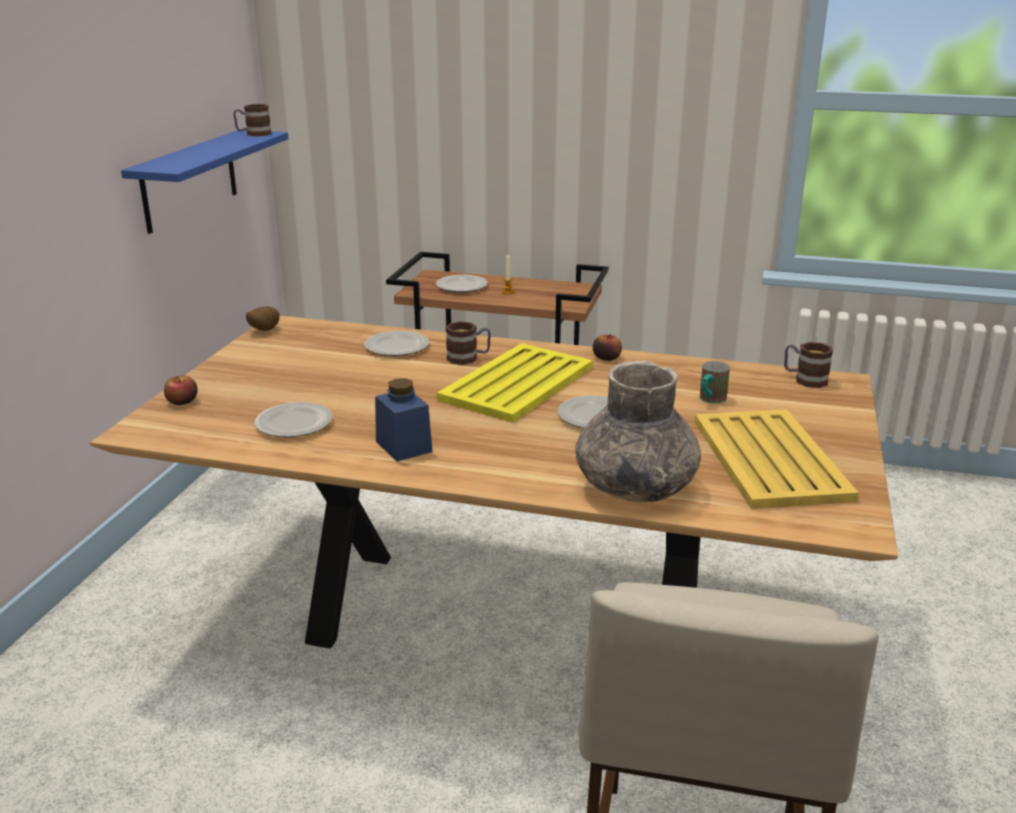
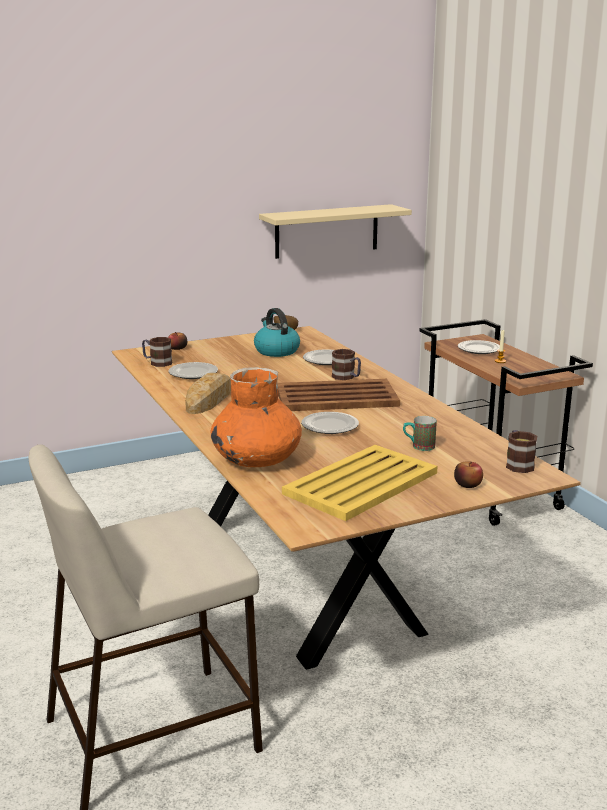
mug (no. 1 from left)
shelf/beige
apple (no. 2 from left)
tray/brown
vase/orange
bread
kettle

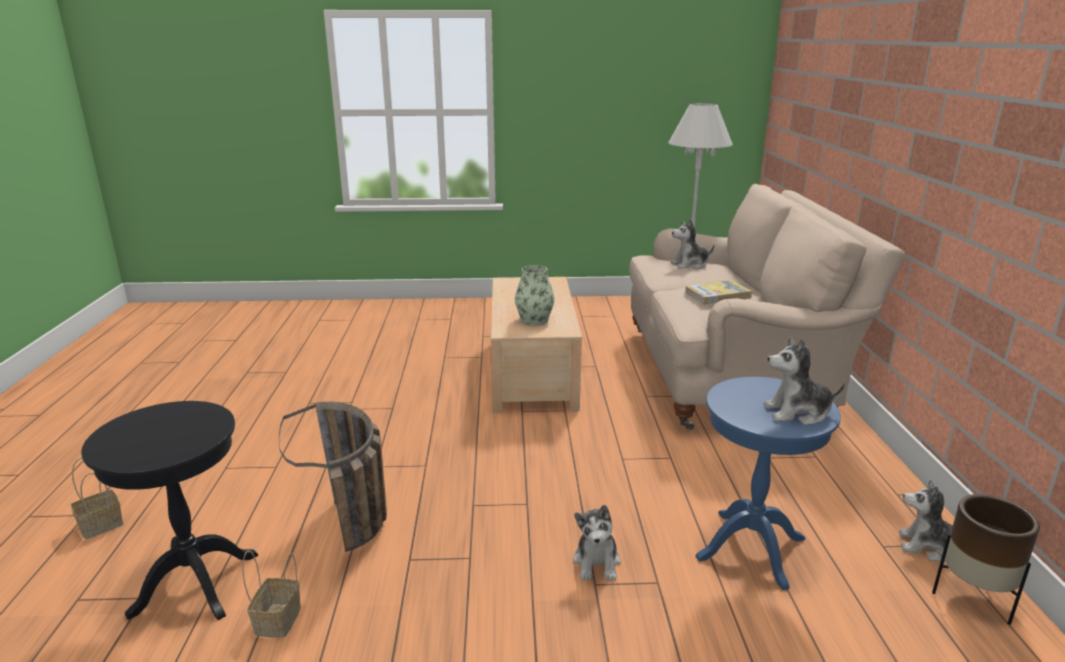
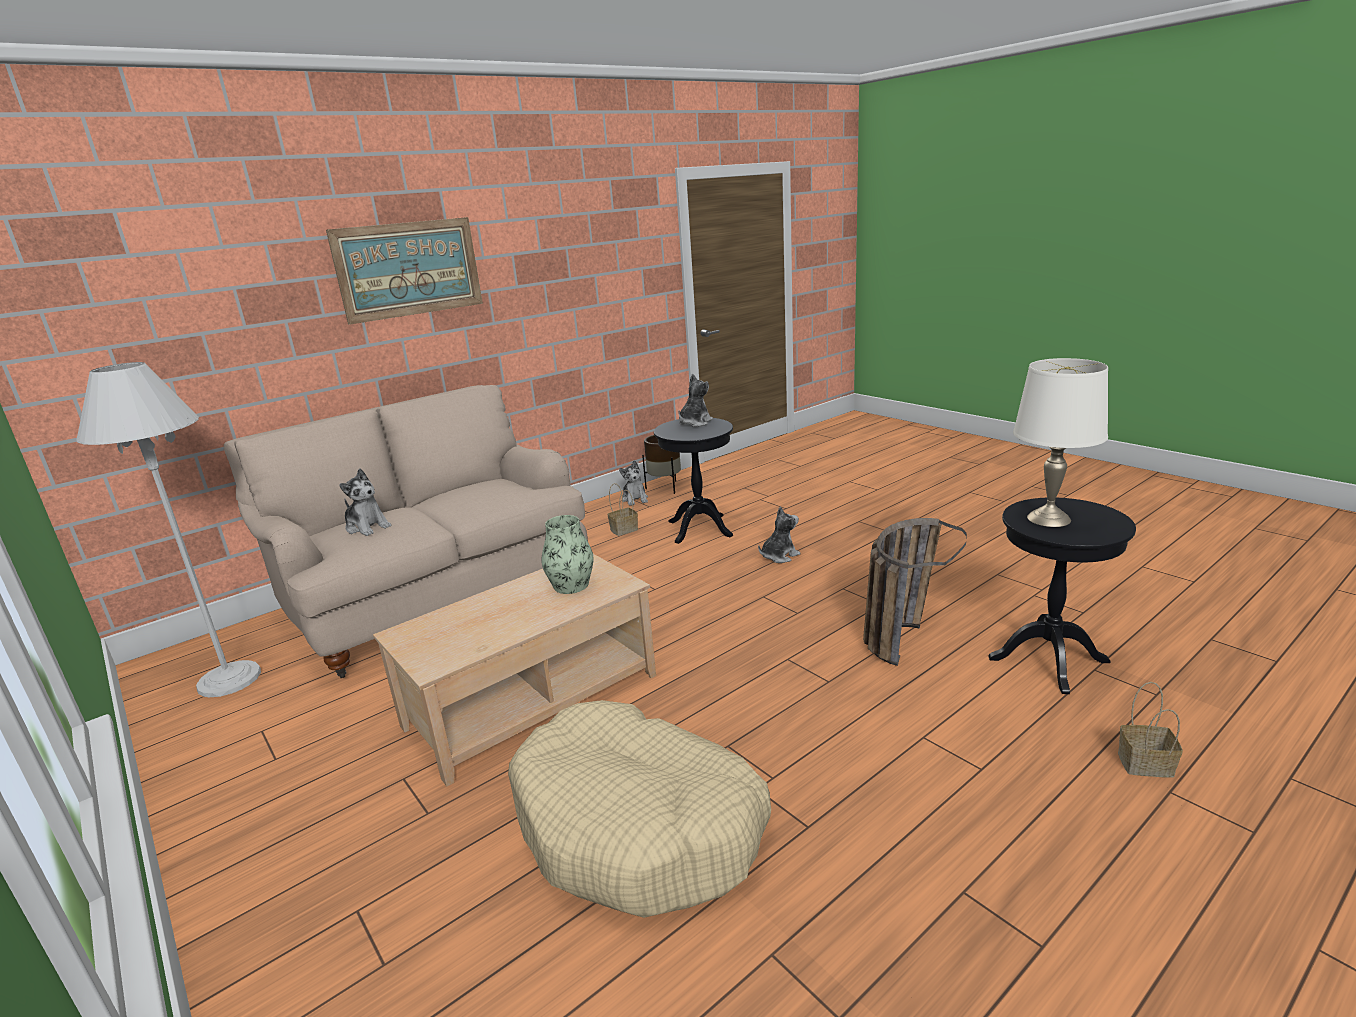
book
plush toy (no. 3 from left)
side table/black (no. 1 from left)
basket (no. 1 from left)
picture
table lamp/white
dog bed/beige

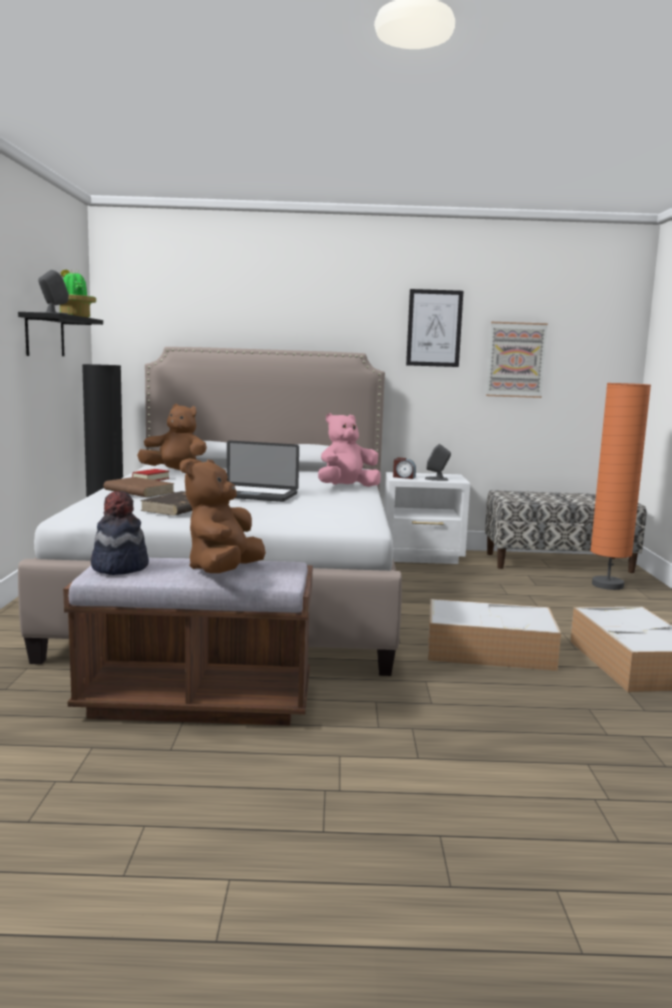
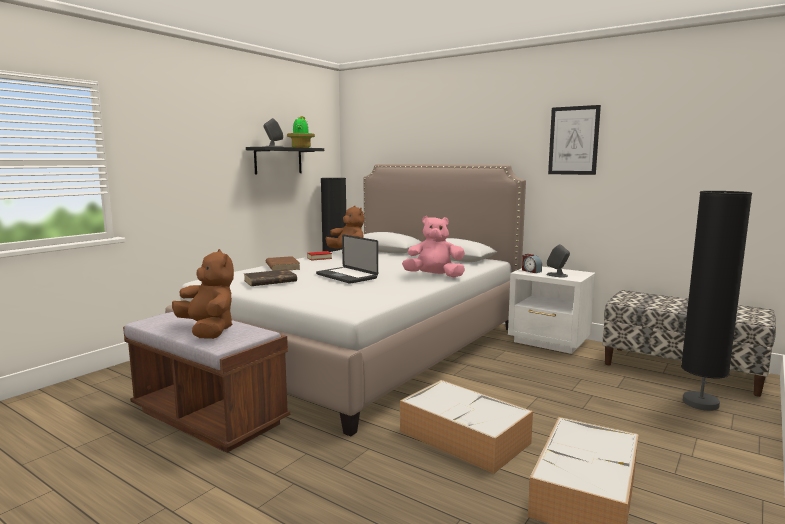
picture (no. 2 from left in the first image)
floor lamp/black (no. 2 from left)
plush toy/brown (no. 1 from left)
hat

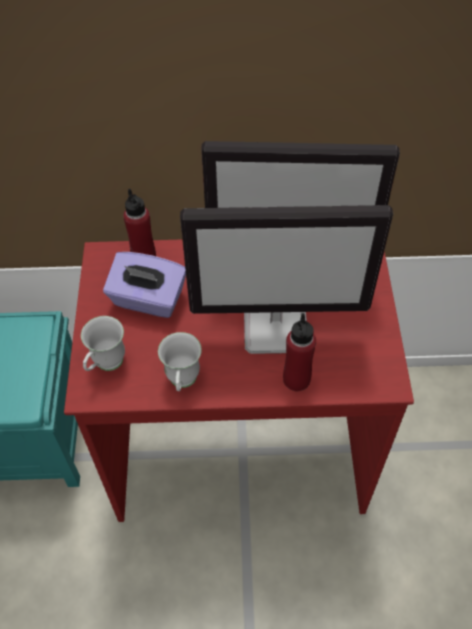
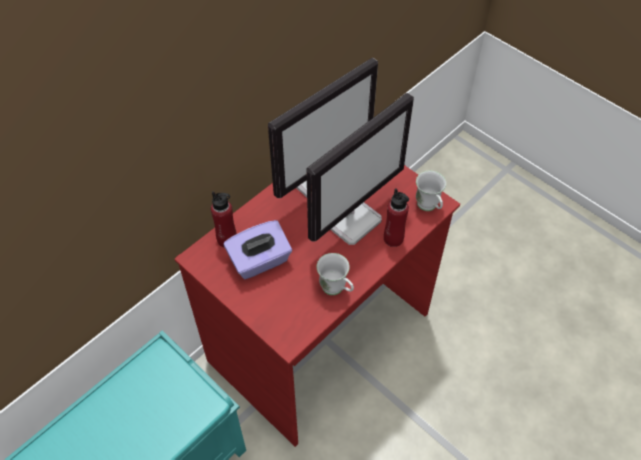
mug/white (no. 2 from left)

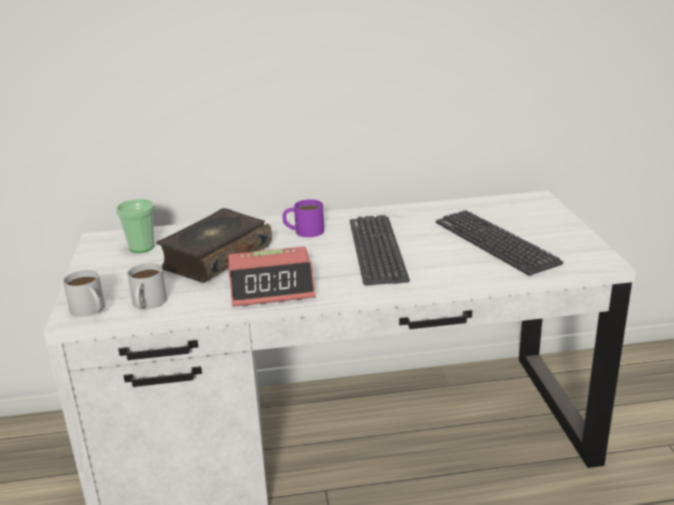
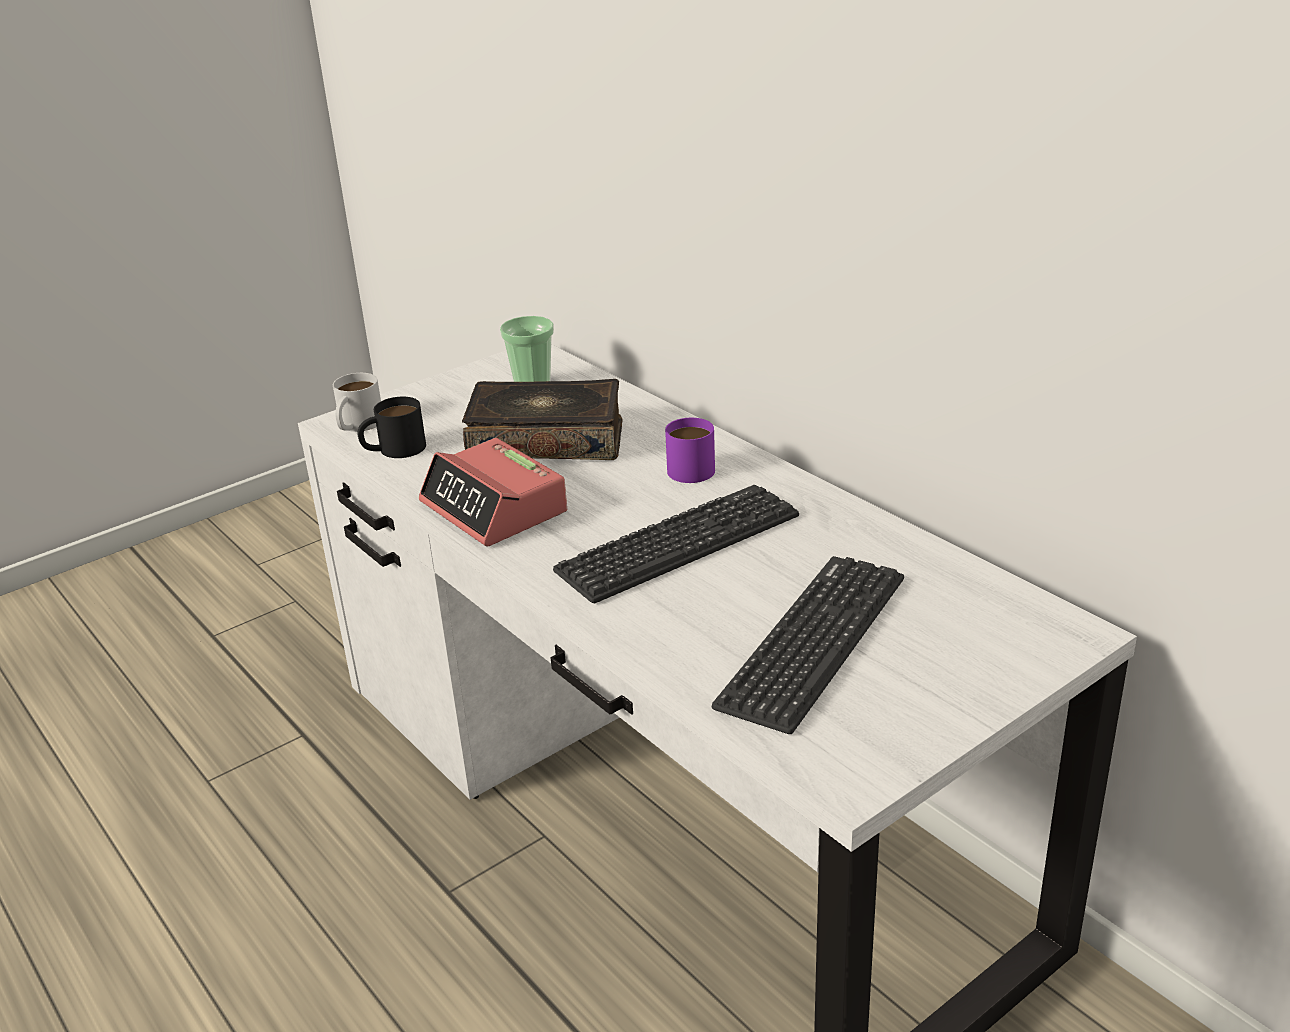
mug/black

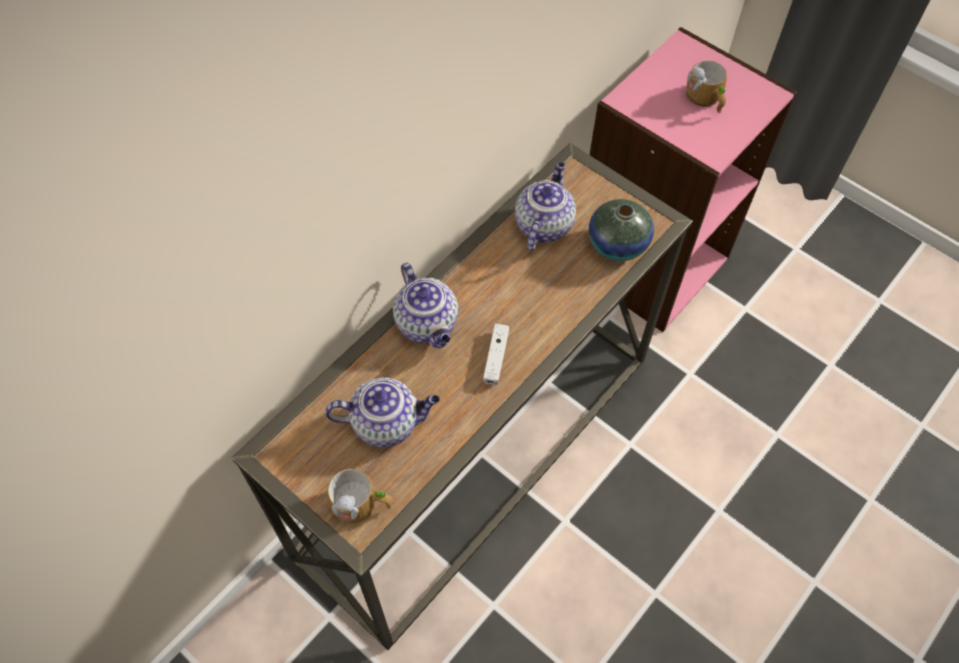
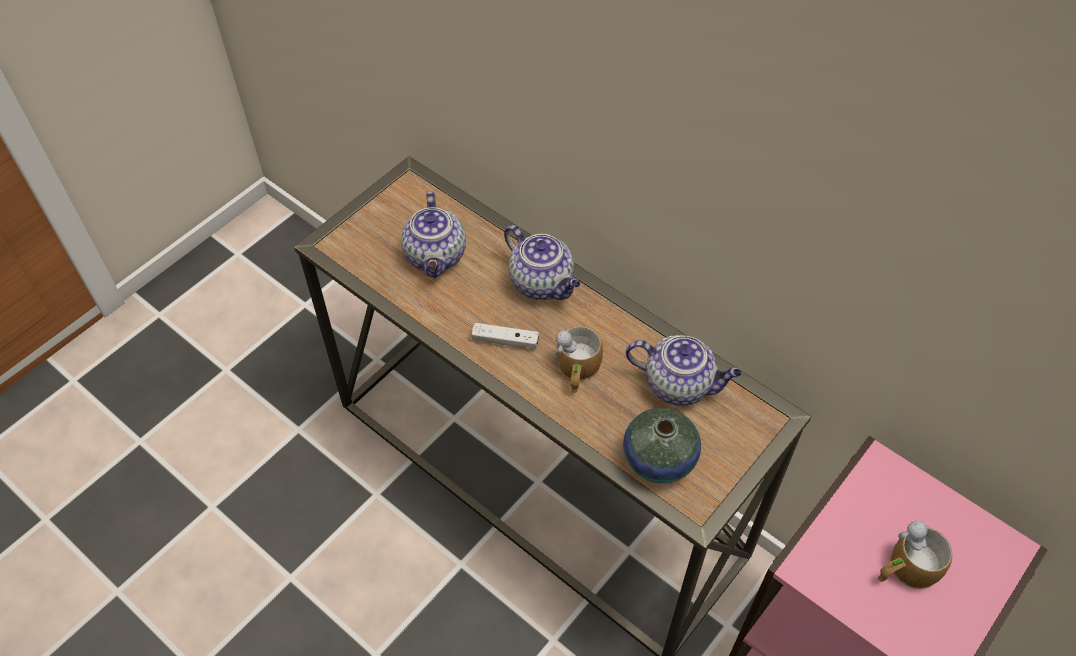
teapot (no. 2 from left)
mug (no. 1 from left)

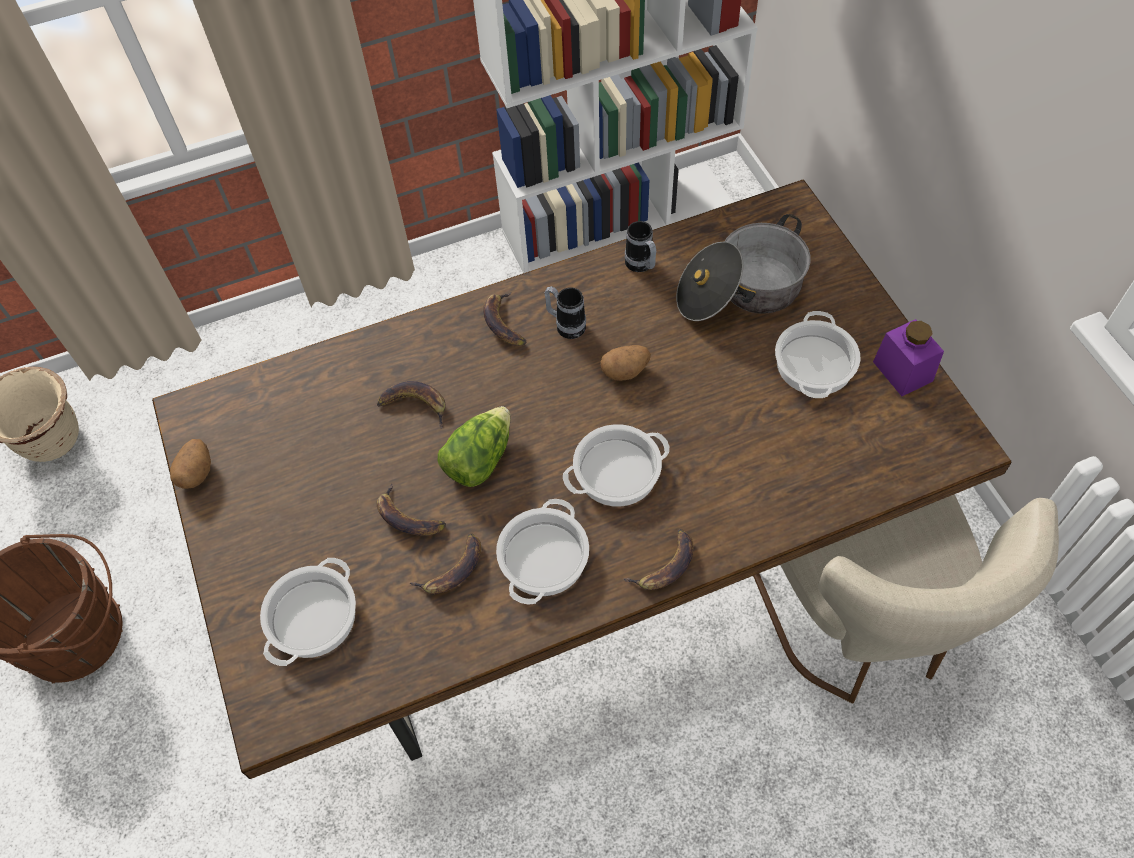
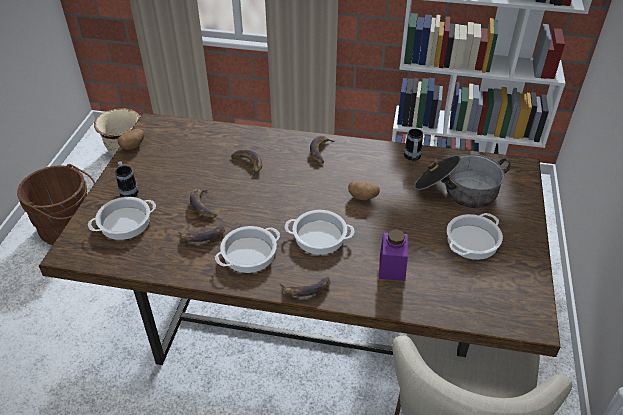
mug (no. 1 from left)
jar/purple
lettuce

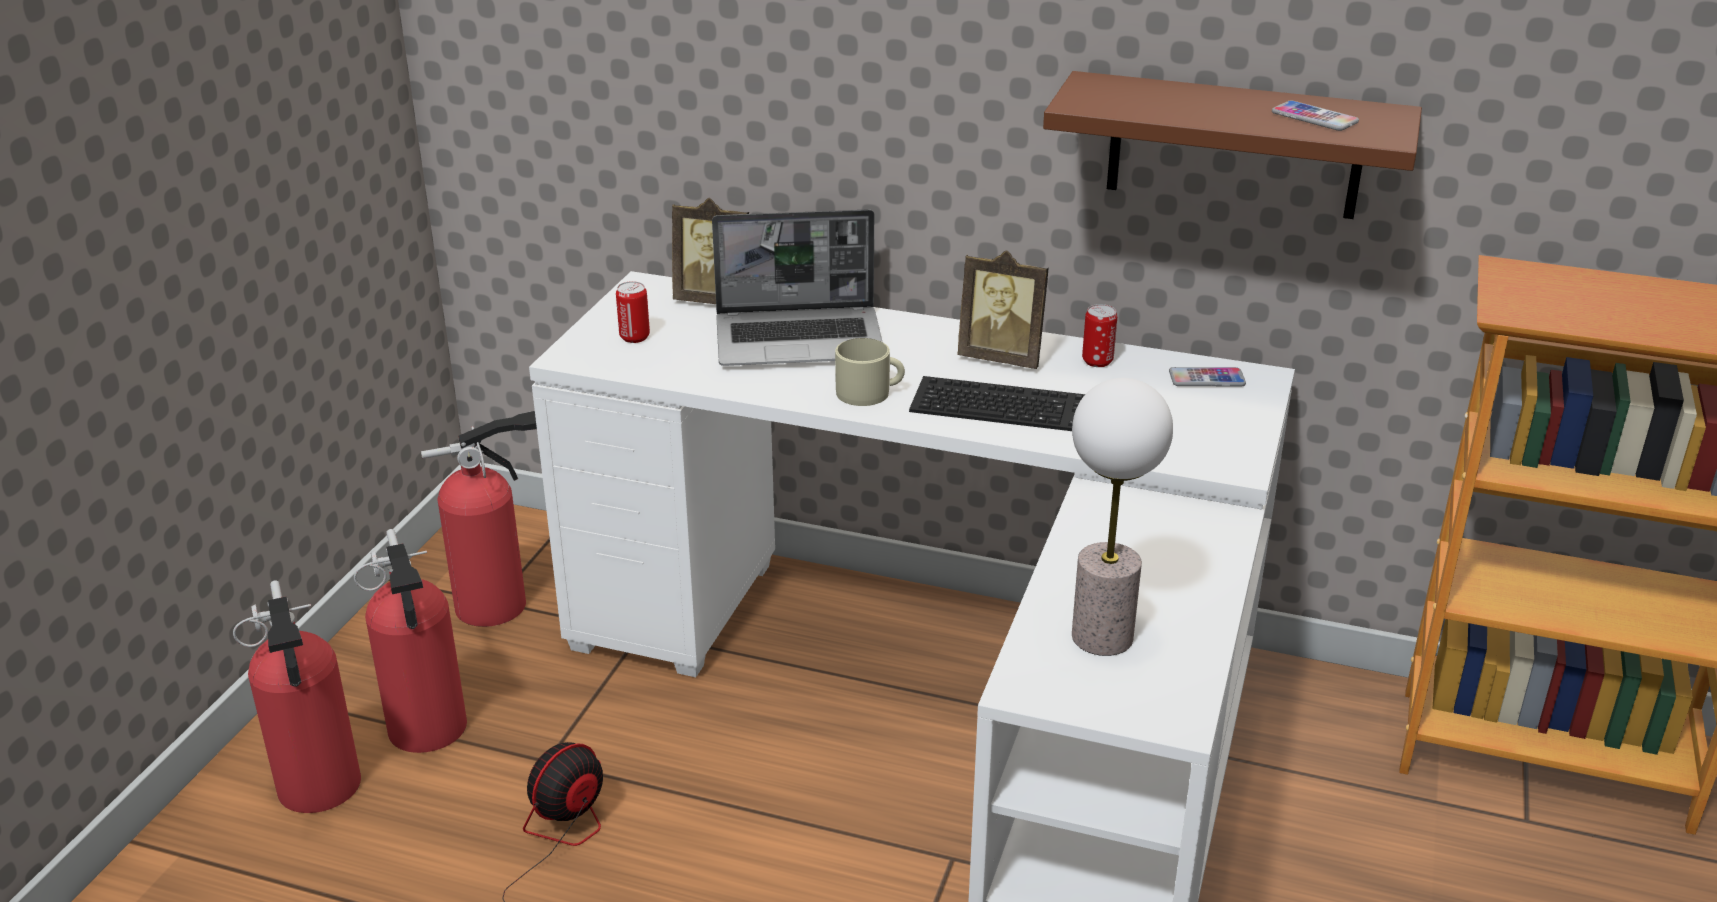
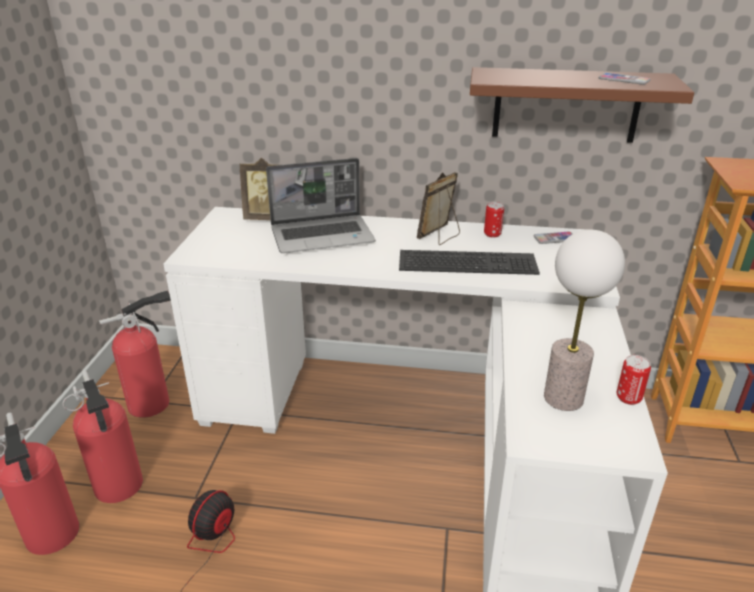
picture frame (no. 2 from left)
can (no. 2 from left)
mug/beige

